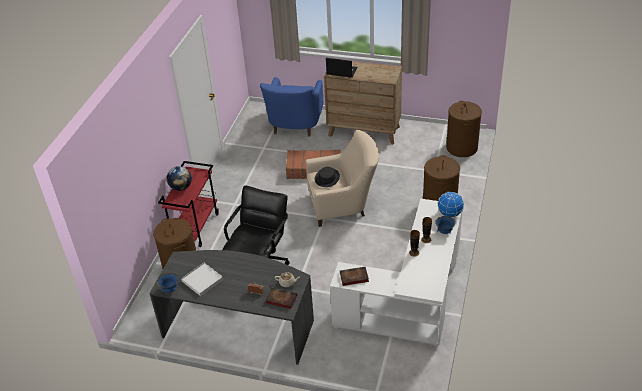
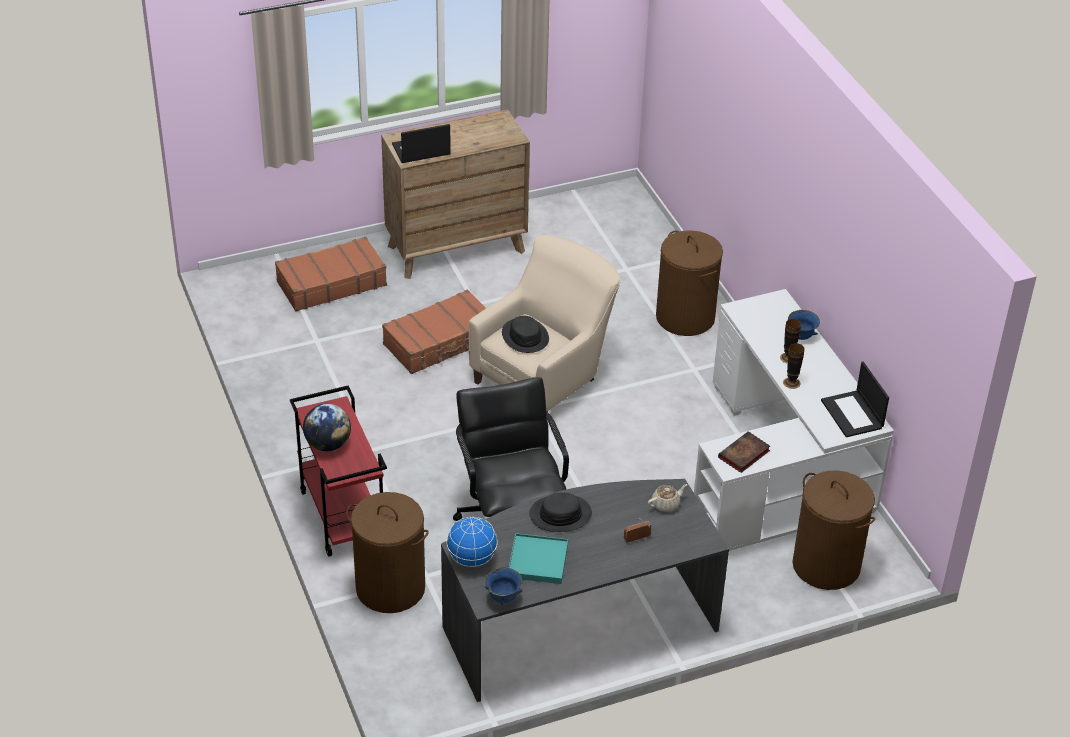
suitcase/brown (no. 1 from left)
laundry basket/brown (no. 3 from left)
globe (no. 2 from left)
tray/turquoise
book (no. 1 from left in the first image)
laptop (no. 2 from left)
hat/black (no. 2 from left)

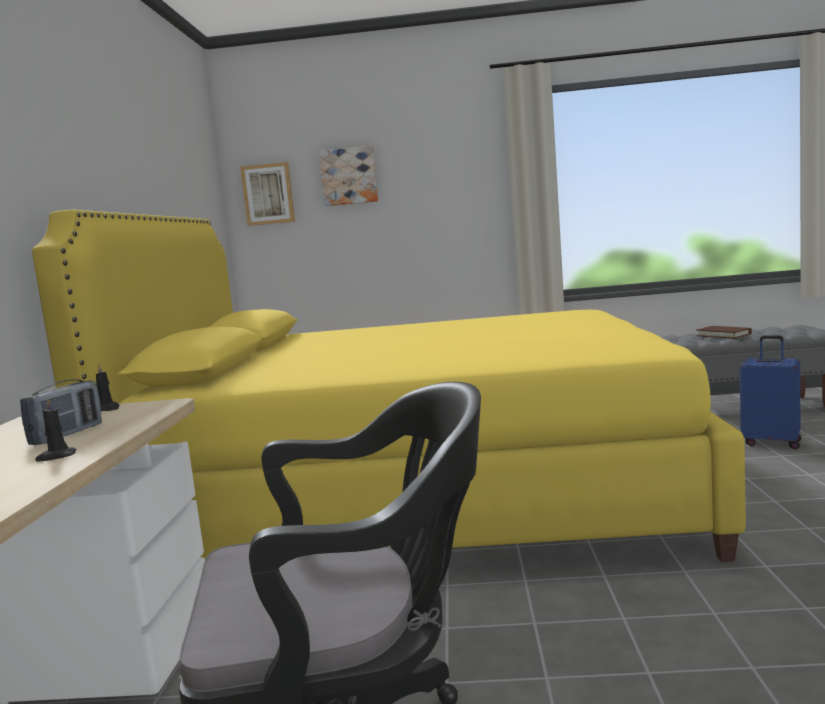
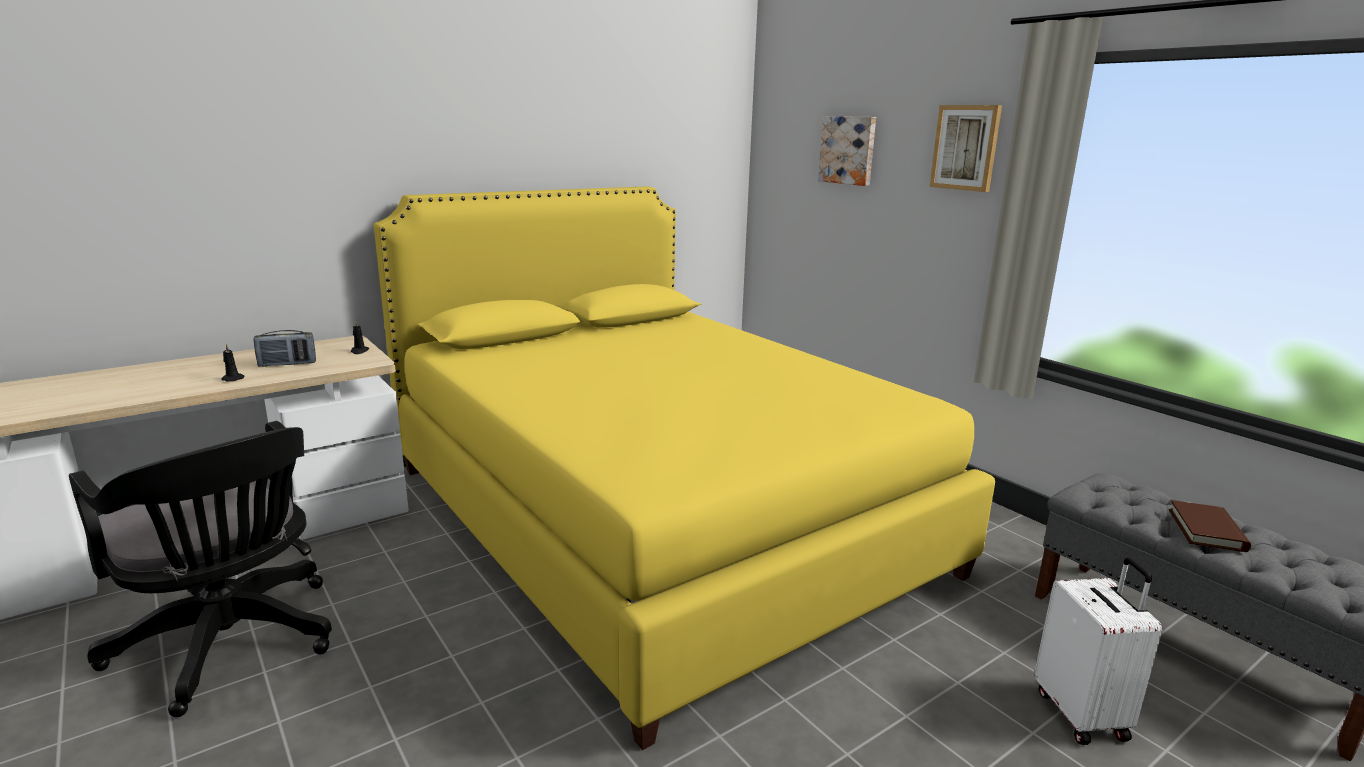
picture (no. 2 from left)
suitcase/white

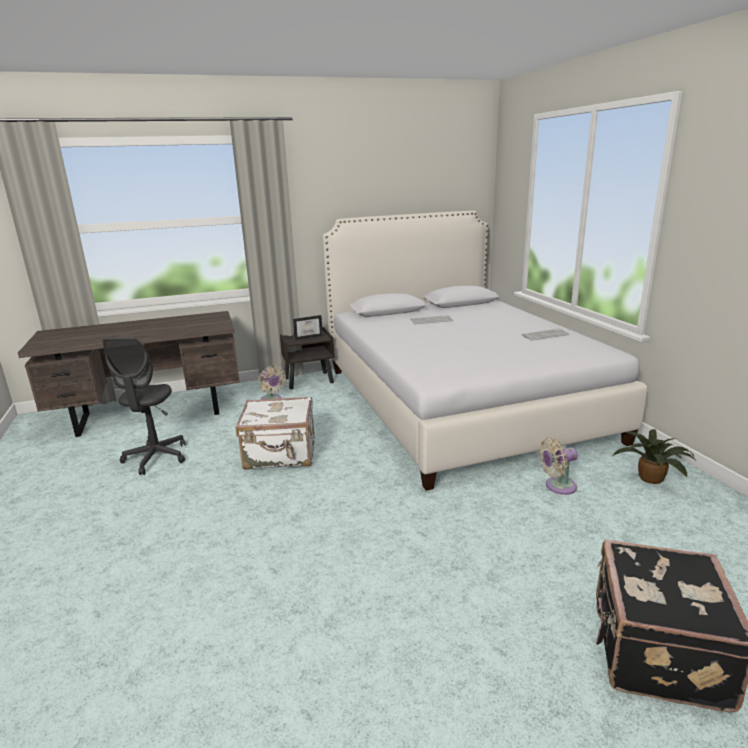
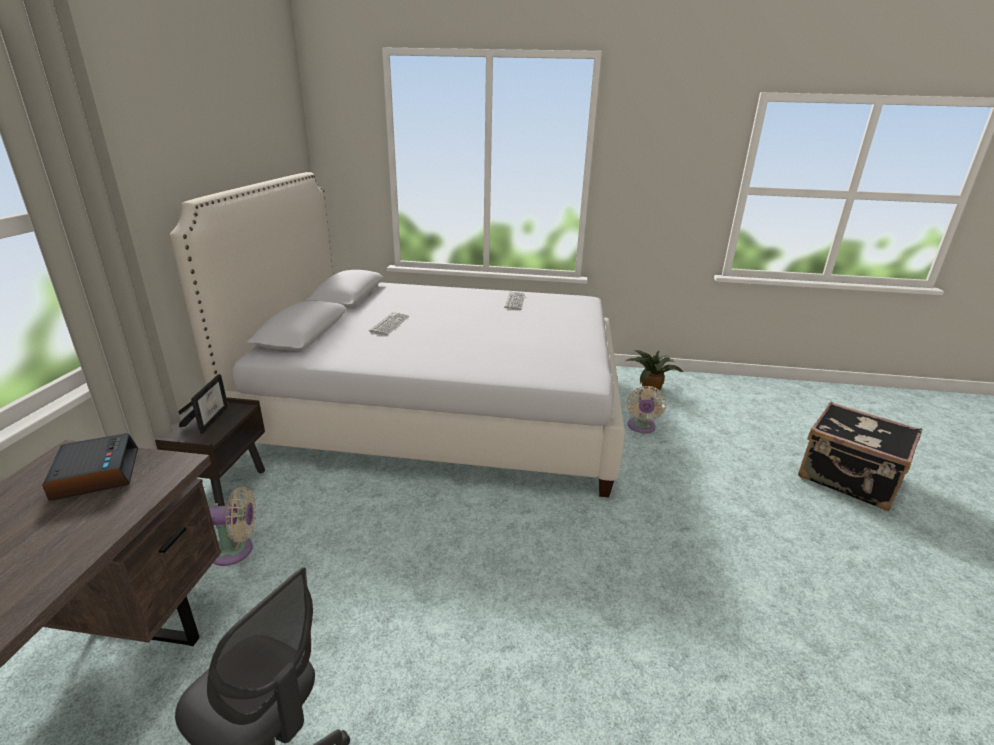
suitcase/white
alarm clock

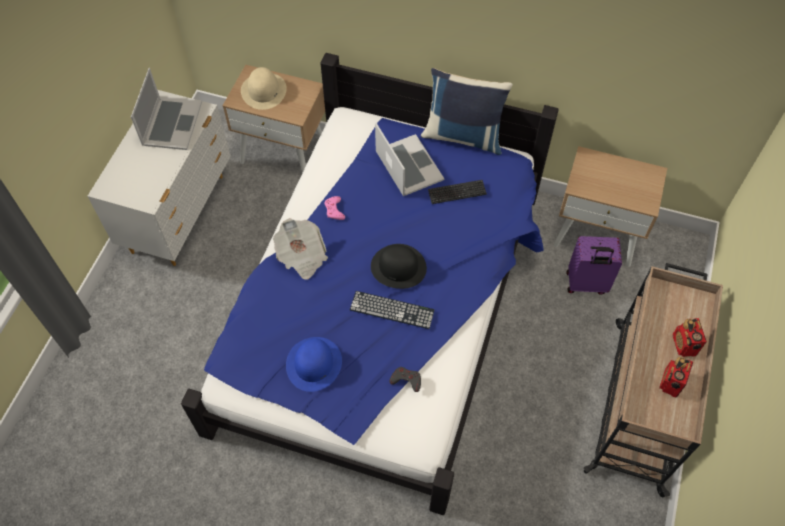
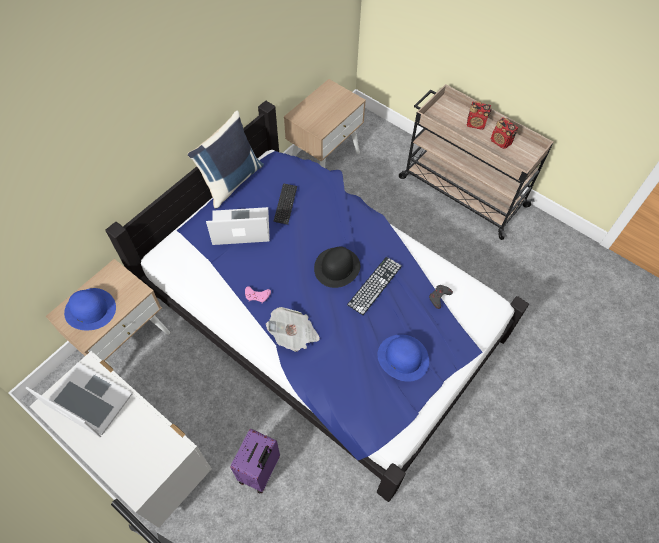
hat/blue (no. 1 from left)
suitcase/purple

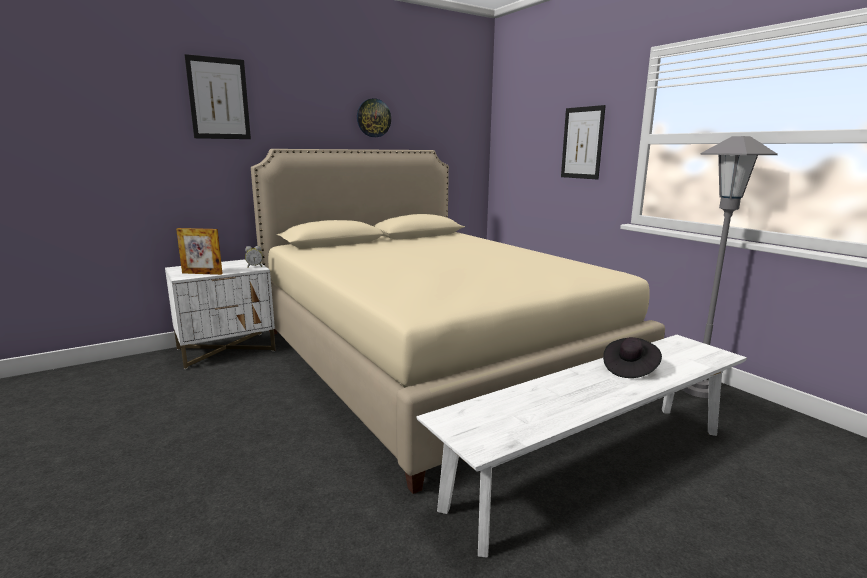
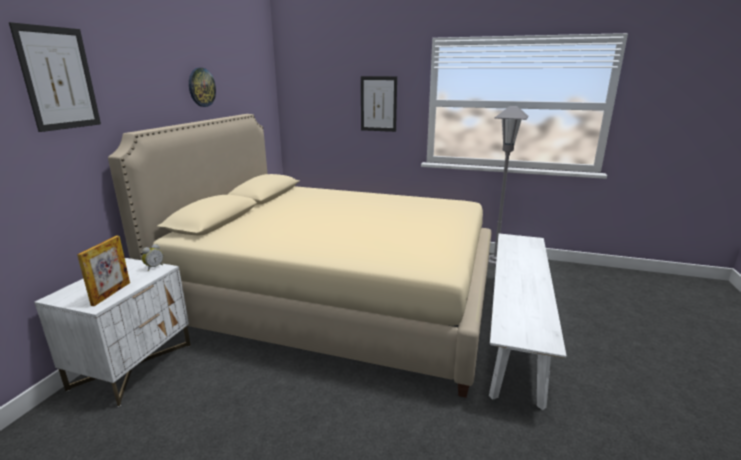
picture frame
hat/black

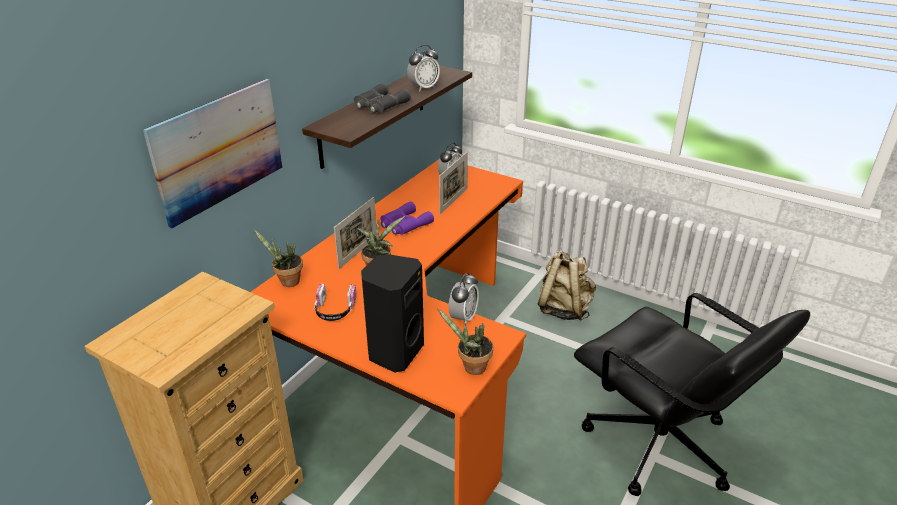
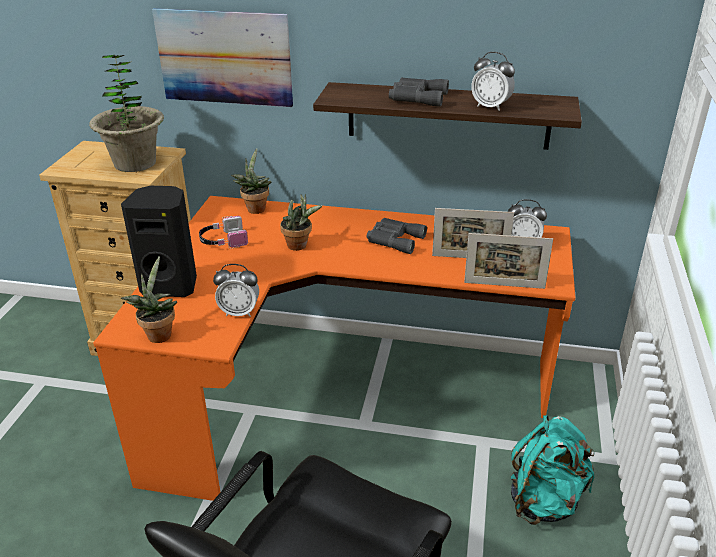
picture frame (no. 2 from left)
binoculars/grey (no. 1 from left)
backpack/turquoise
potted plant (no. 1 from left)

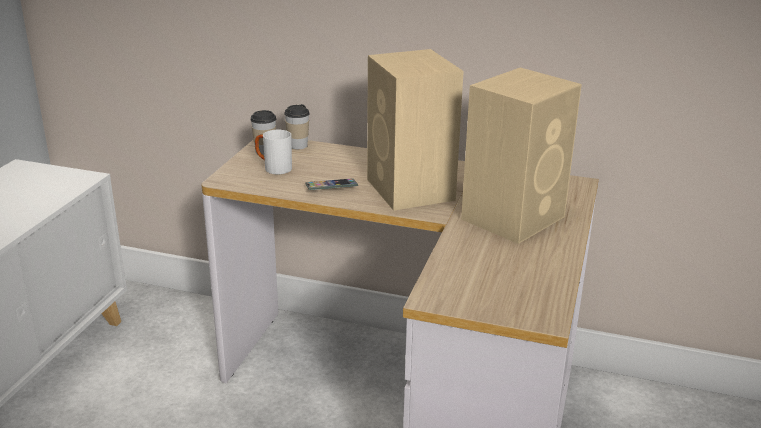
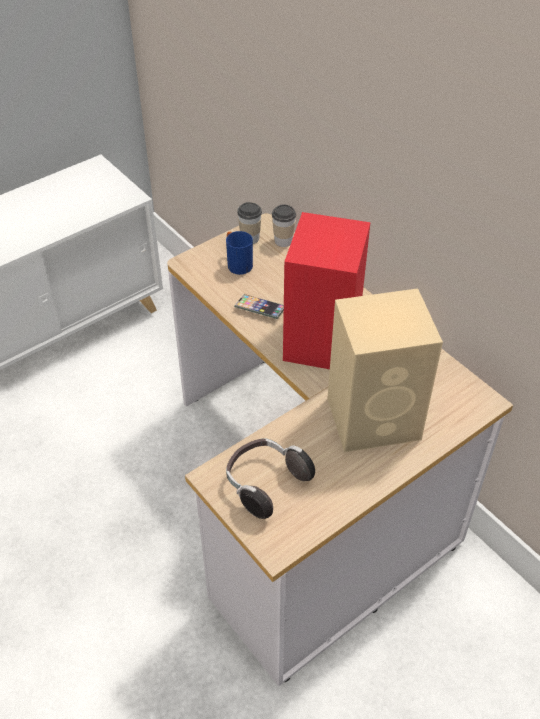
speaker/red
mug/blue
headphones

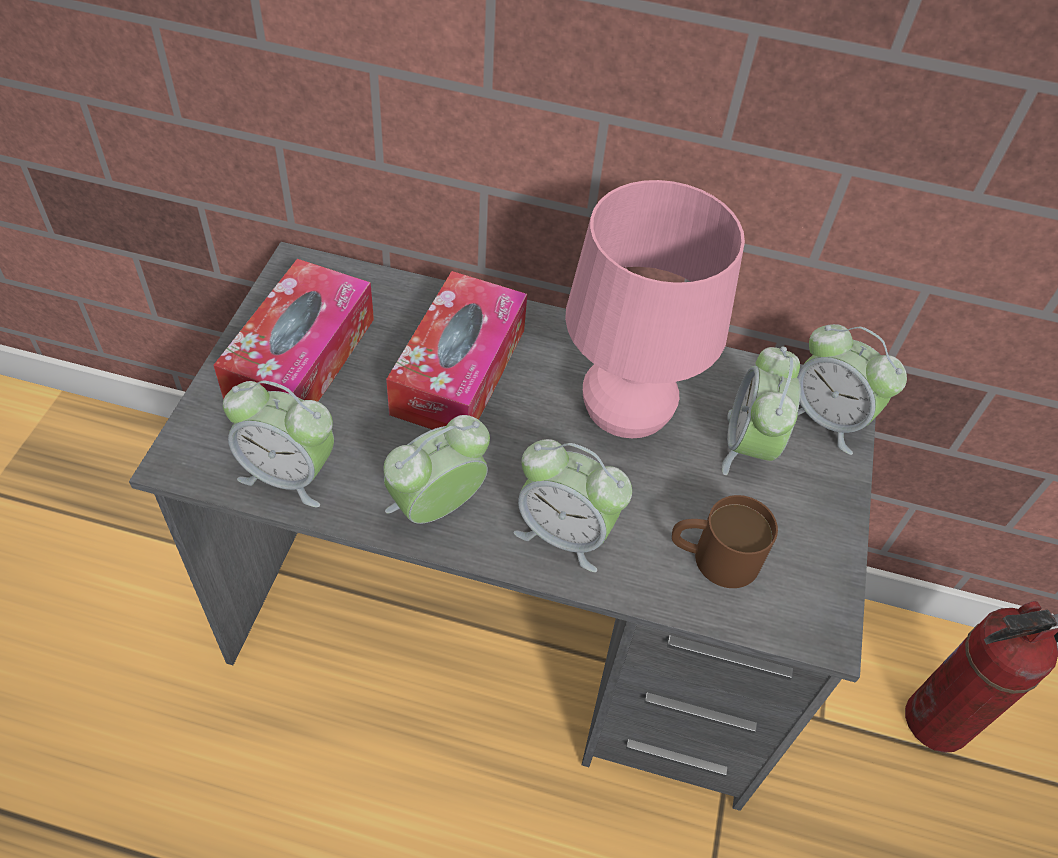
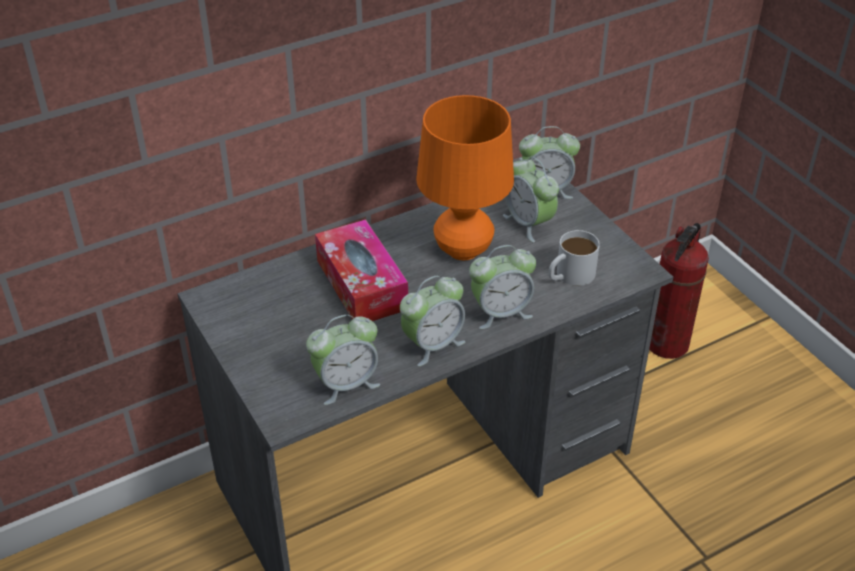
table lamp/orange
tissue box (no. 1 from left in the first image)
alarm clock (no. 2 from left)
mug/white

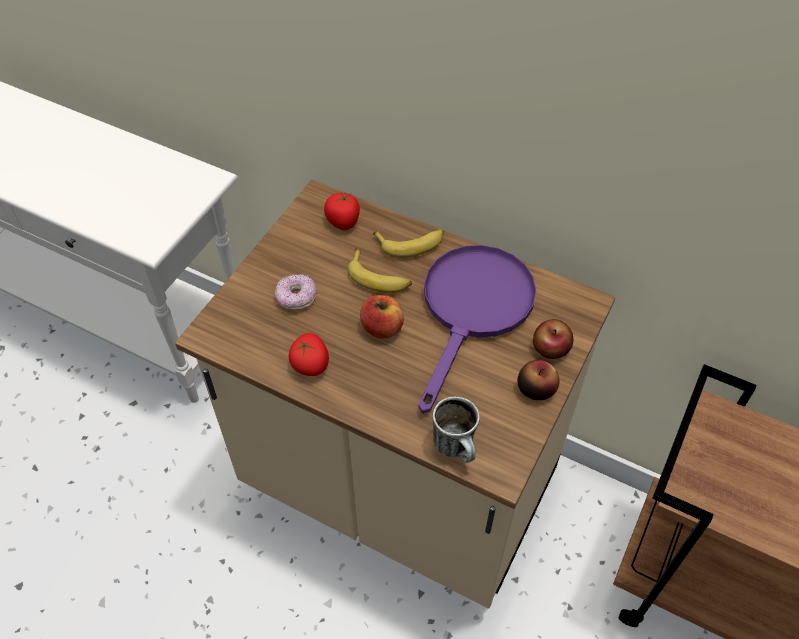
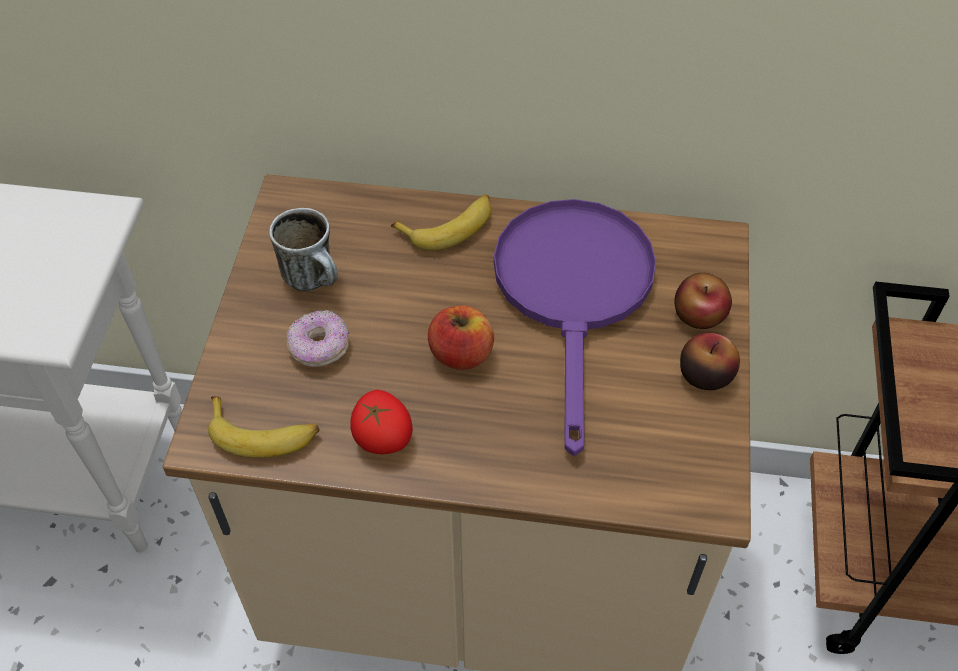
tomato (no. 2 from left in the first image)
banana (no. 1 from left)
mug

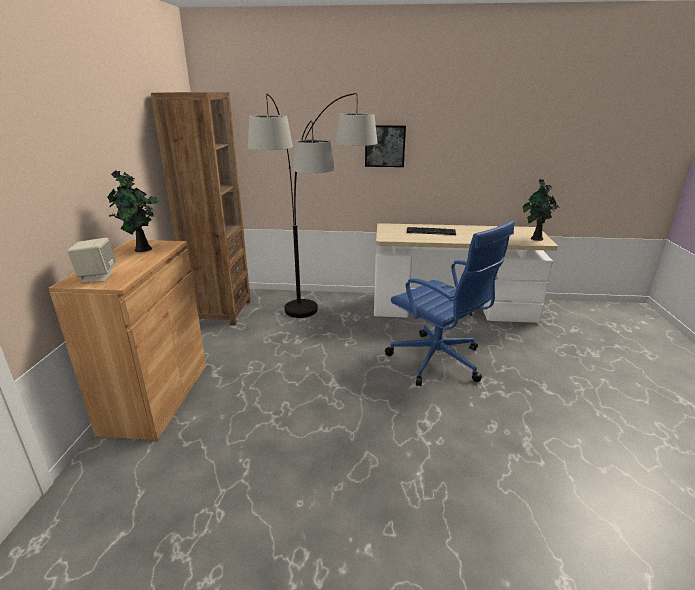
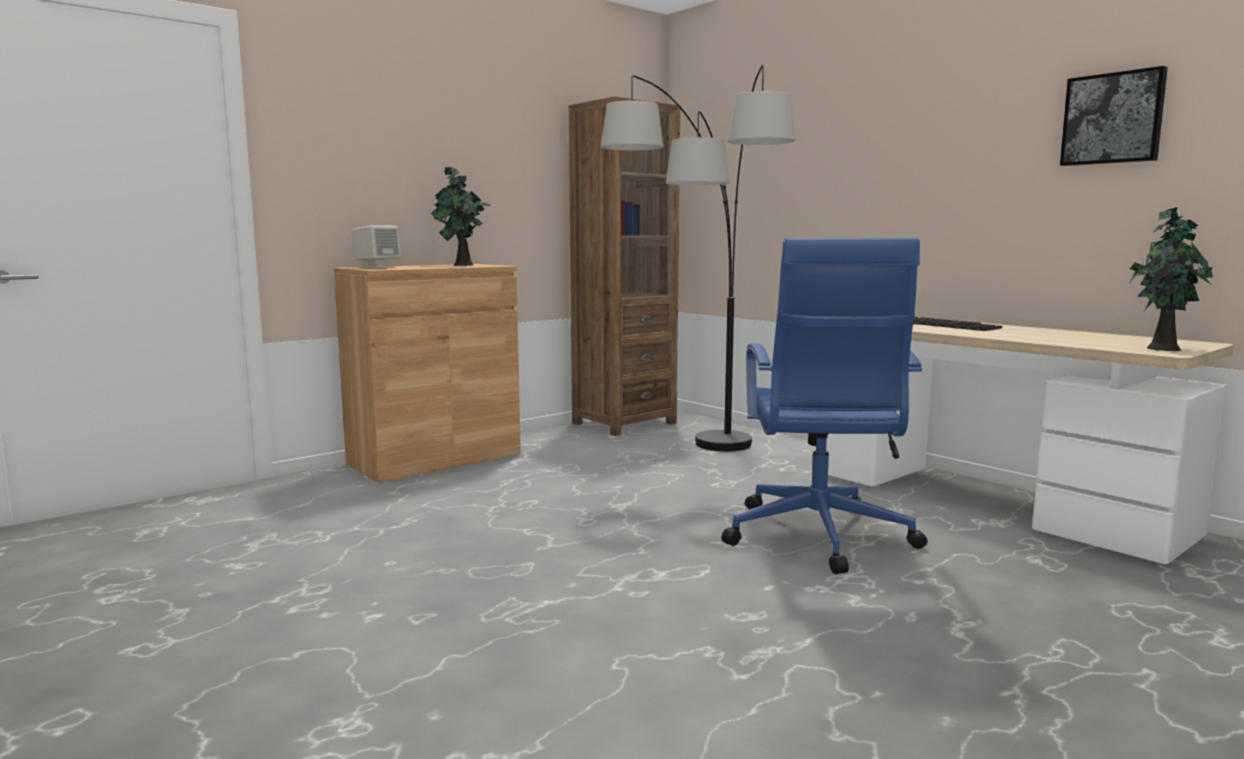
picture

